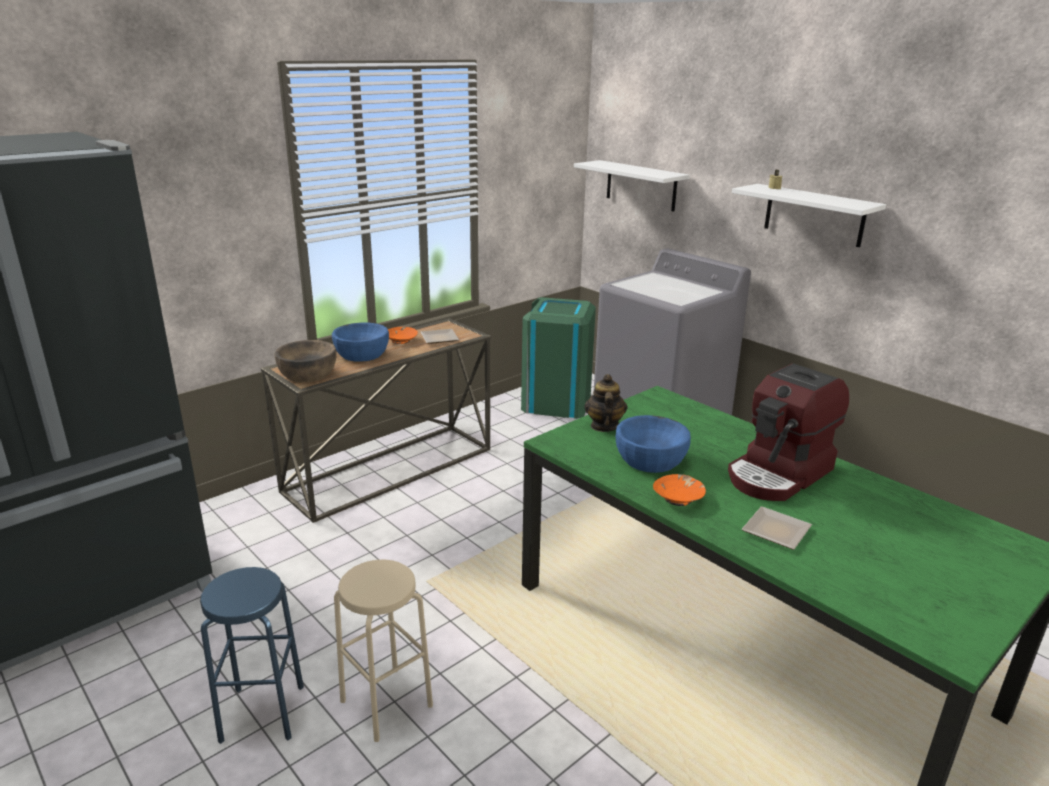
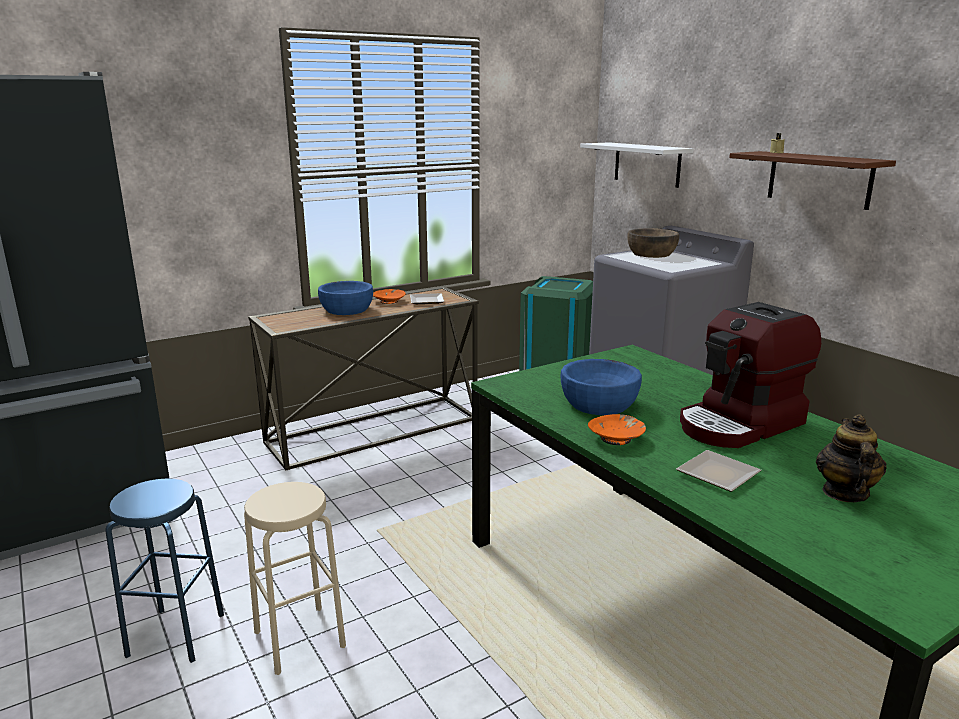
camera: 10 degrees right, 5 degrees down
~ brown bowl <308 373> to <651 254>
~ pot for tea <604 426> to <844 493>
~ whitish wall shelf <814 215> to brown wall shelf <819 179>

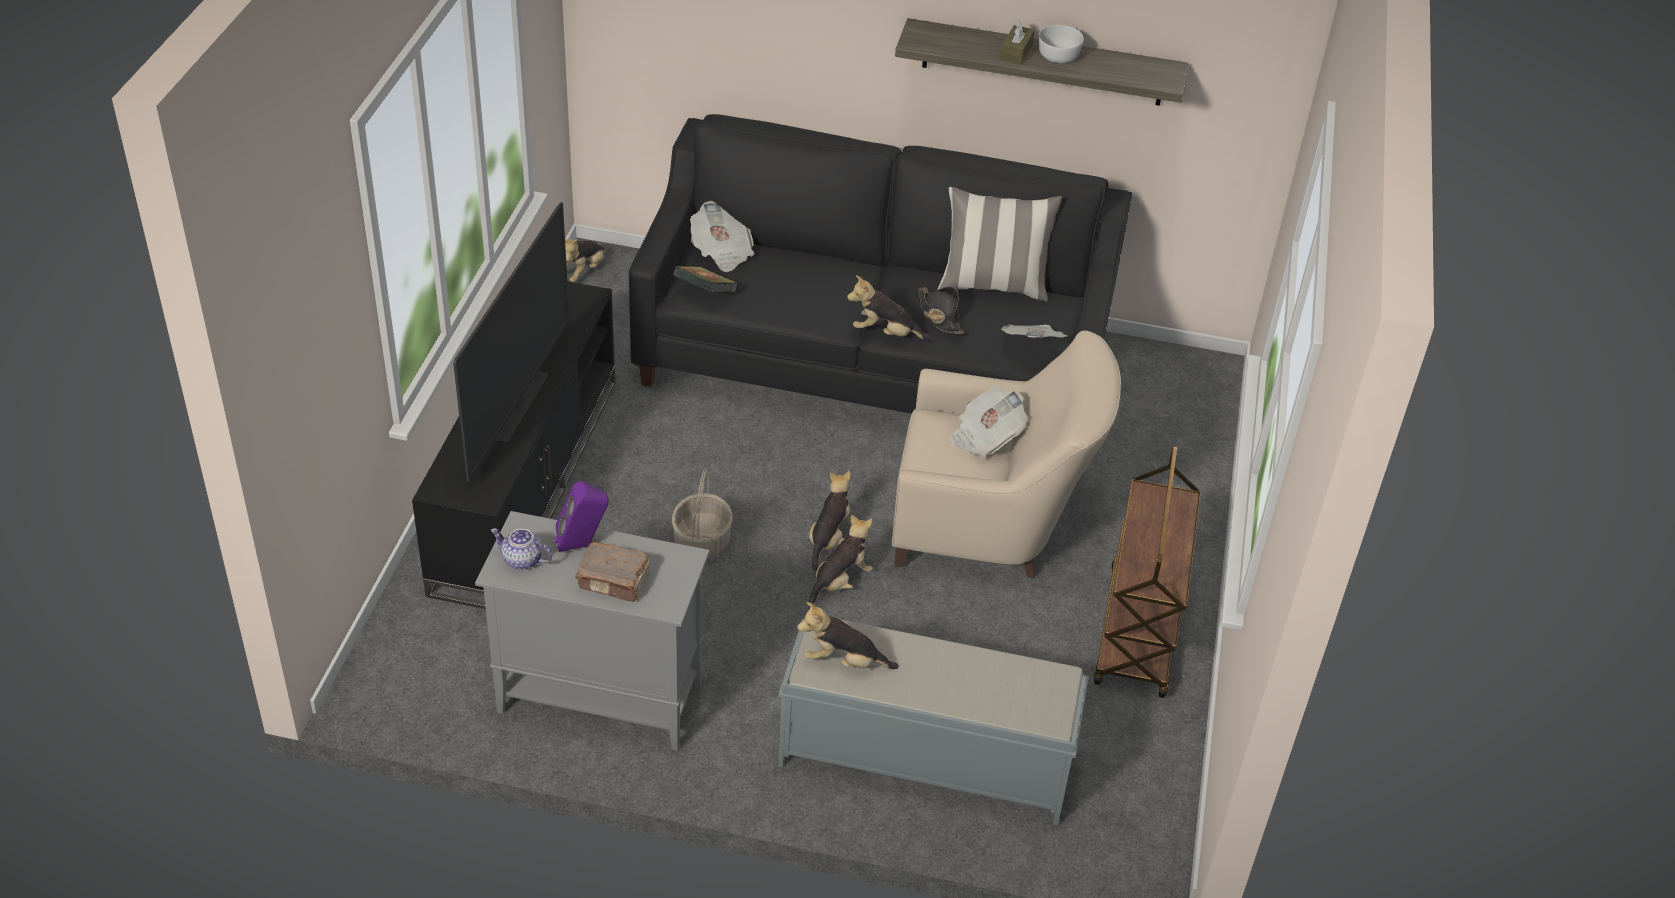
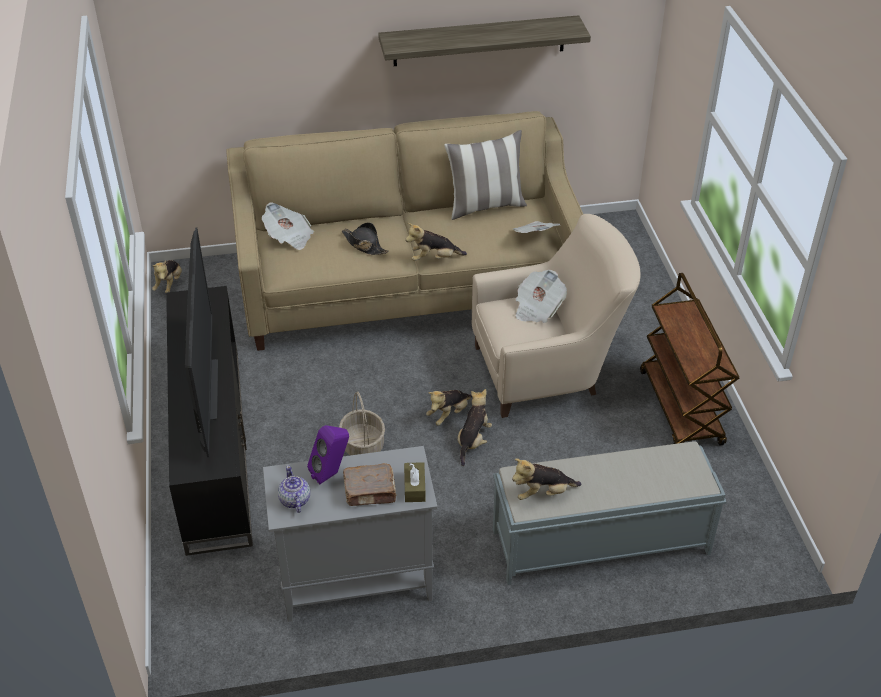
camera: 20 degrees left, 0 degrees up
~ pot for tea <523 560> = <294 500> 75 degrees clockwise
~ black sofa <874 361> to sand-coloured sofa <407 284>
- bound book <705 293>
~ soft toy <830 539> = <449 414> 135 degrees counterclockwise
~ black wearable hat <939 315> to <364 245>
~ brown box of tissues <1016 52> to <414 487>
- whitish bowl <1057 55>

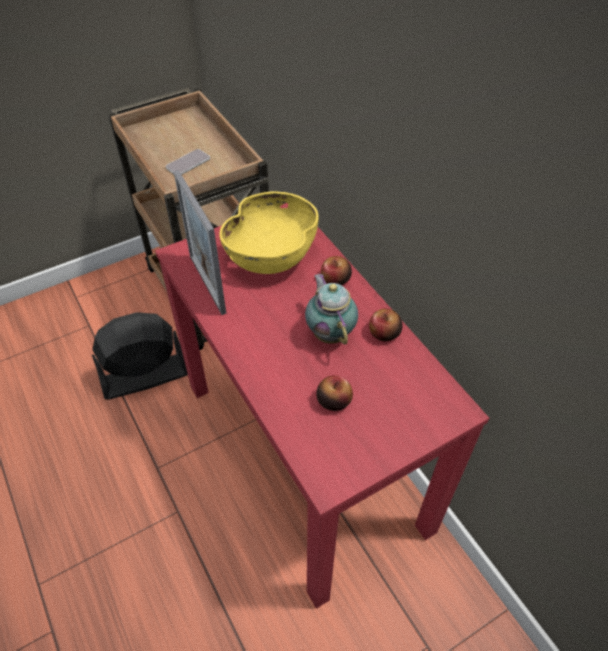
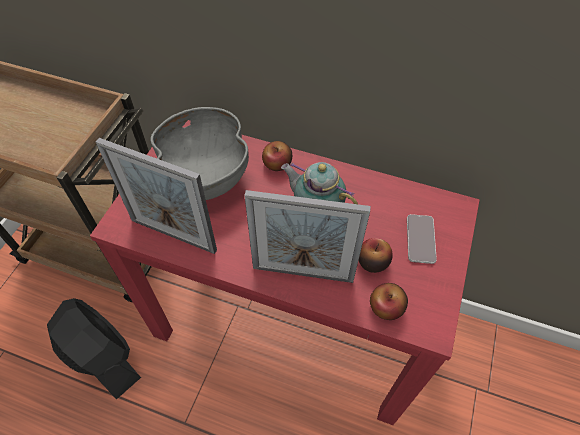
camera: 40 degrees left, 5 degrees up
~ black fan <144 376> = <103 357> 105 degrees clockwise
~ telephone <188 163> to <420 239>
~ yellow-coloured bowl <272 255> to grey bowl <205 175>
~ whole apple <384 333> to <386 307>
+ photo frame <303 273>

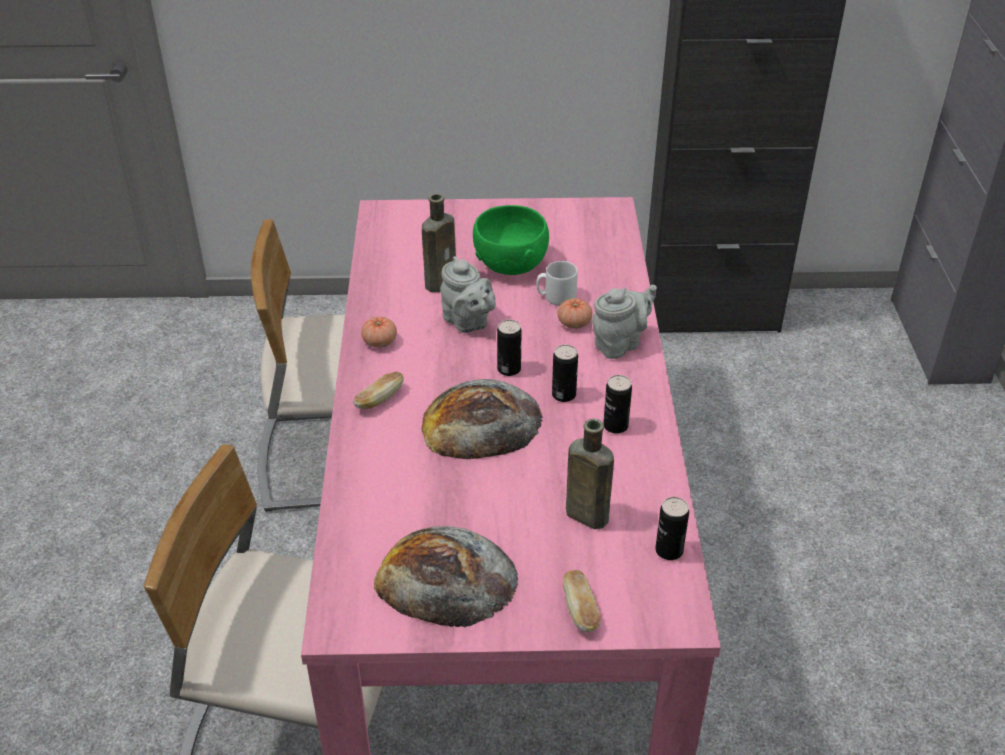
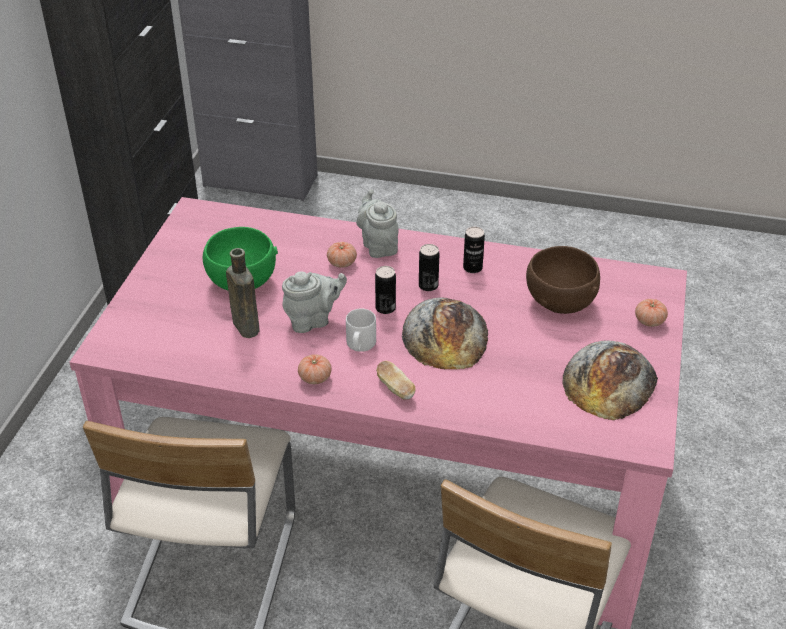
camera: 75 degrees left, 0 degrees up
~ whitish coffee mug <556 297> to <360 345>
~ baked bread <580 610> to tomato <649 321>
~ brown drink bottle <584 514> to brown bowl <560 301>
- metal can <669 550>

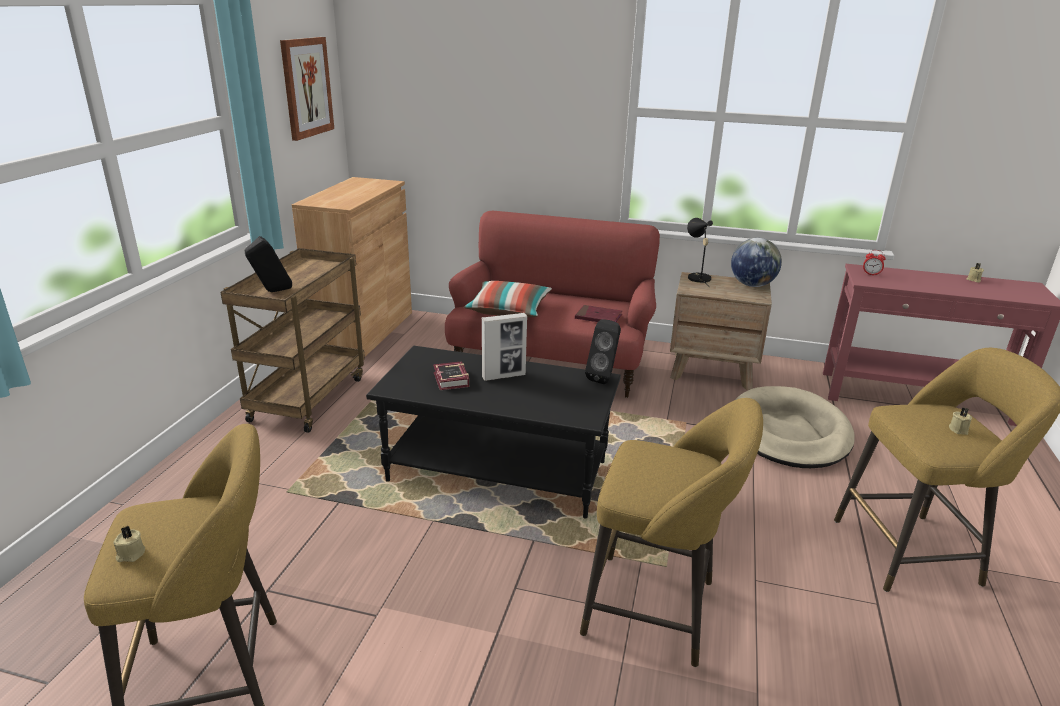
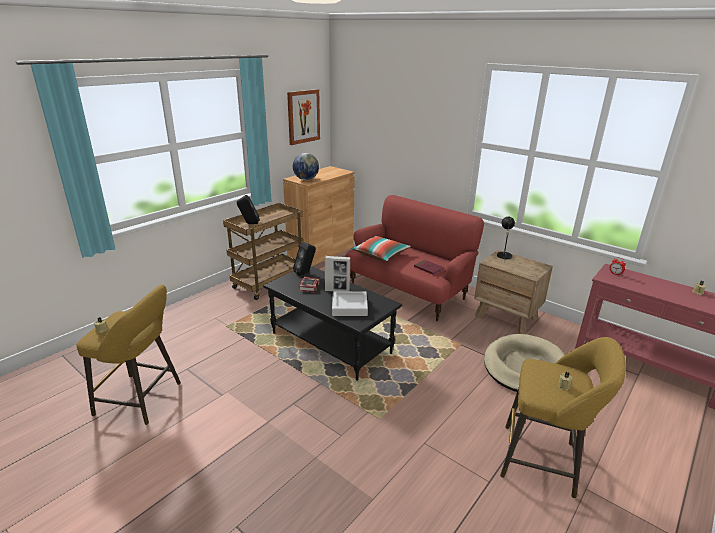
camera: 25 degrees right, 0 degrees up
- yellow-coloured stool <658 610>
~ black audio speaker <604 377> to <305 273>
~ globe <752 285> to <306 179>
+ grey carrying tray <349 307>

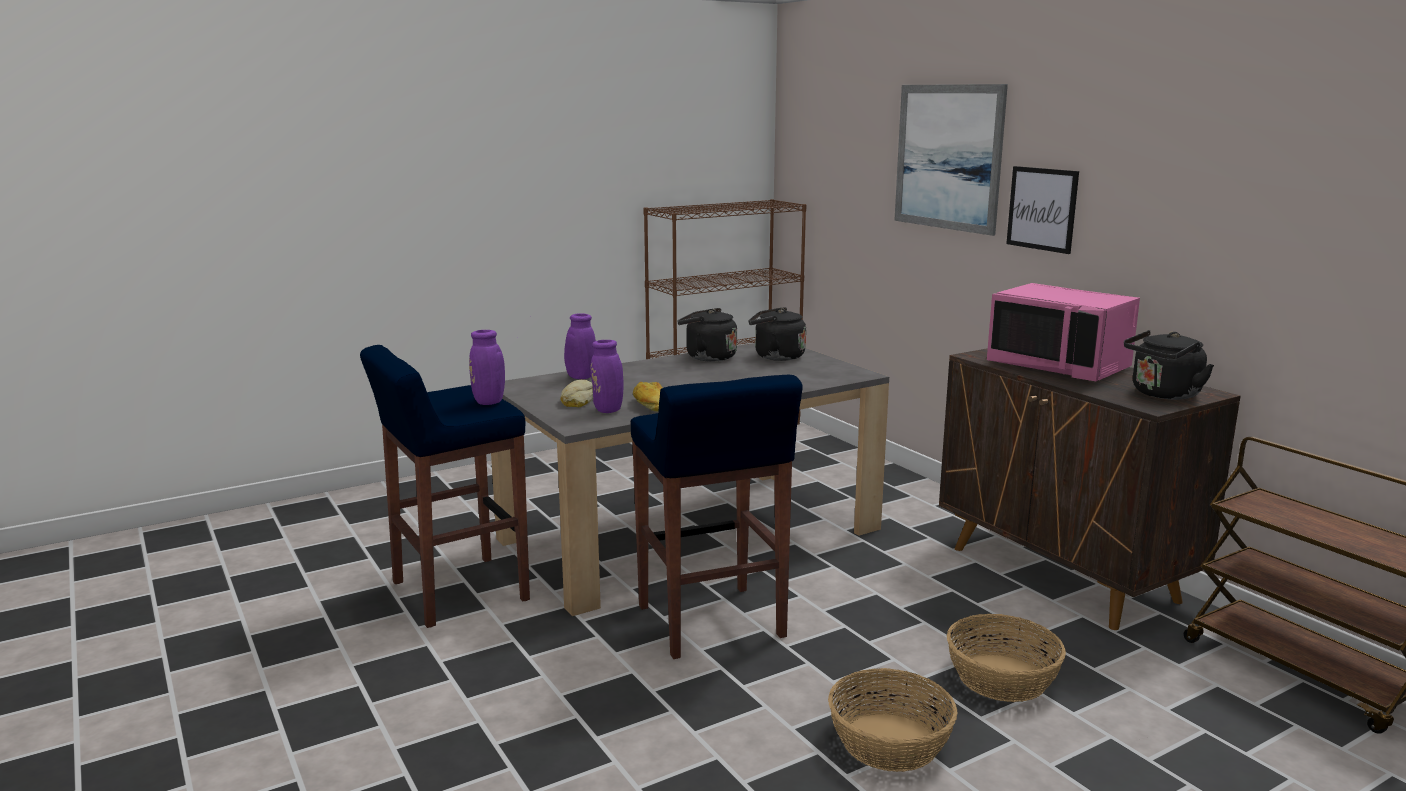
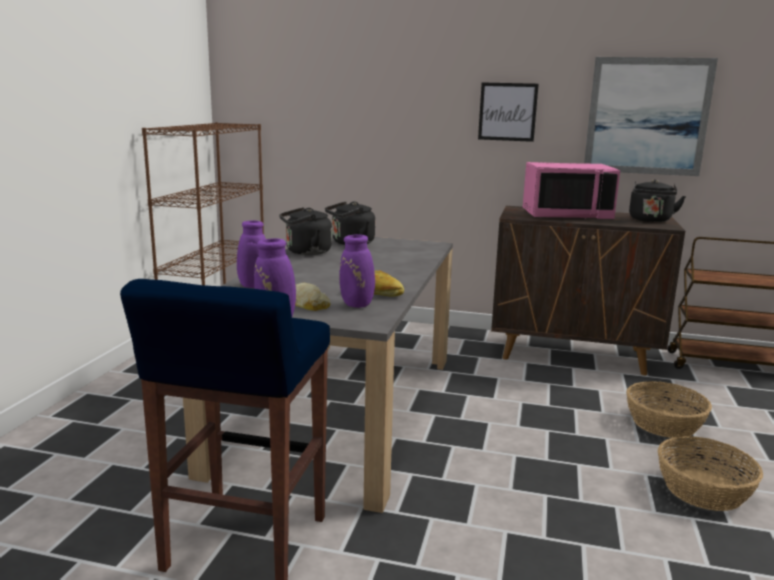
camera: 45 degrees left, 0 degrees up
- blue stool <711 623>
~ wall art <948 157> to <647 116>

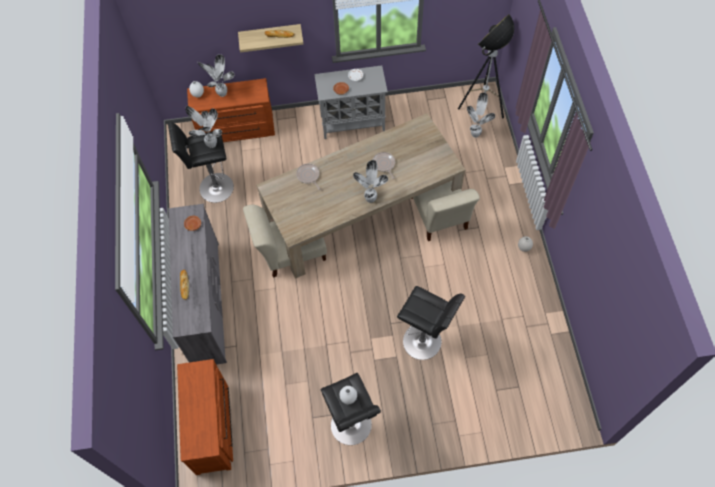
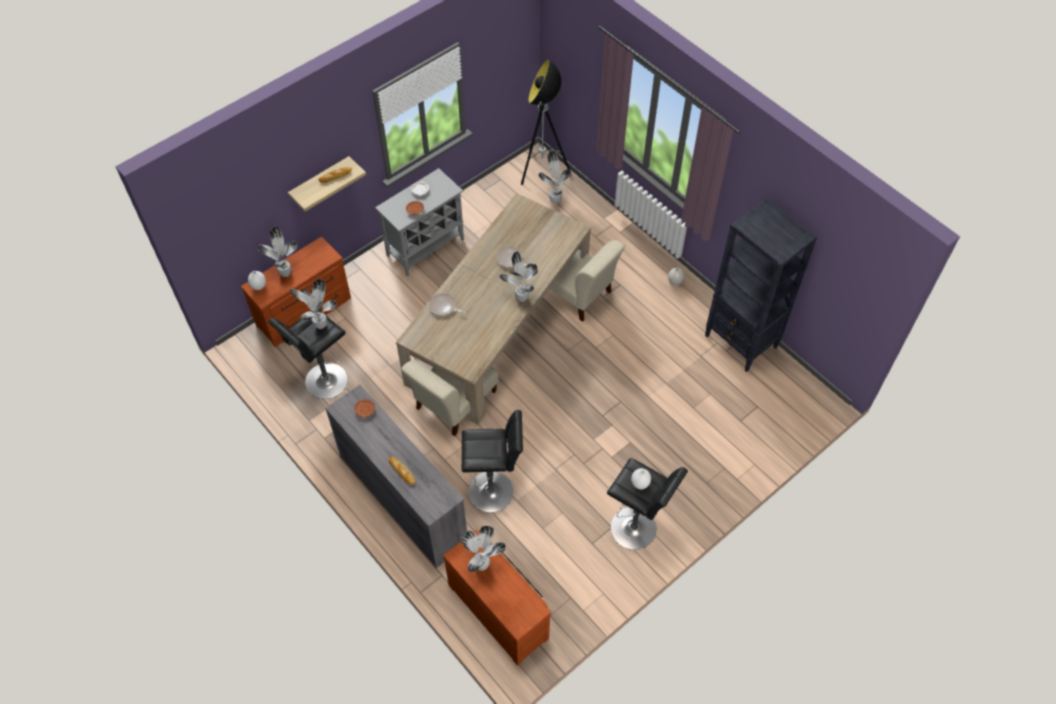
camera: 35 degrees left, 5 degrees down
~ black stool <425 342> to <494 491>
+ plant in a pot <482 566>
+ black bookcase <741 342>

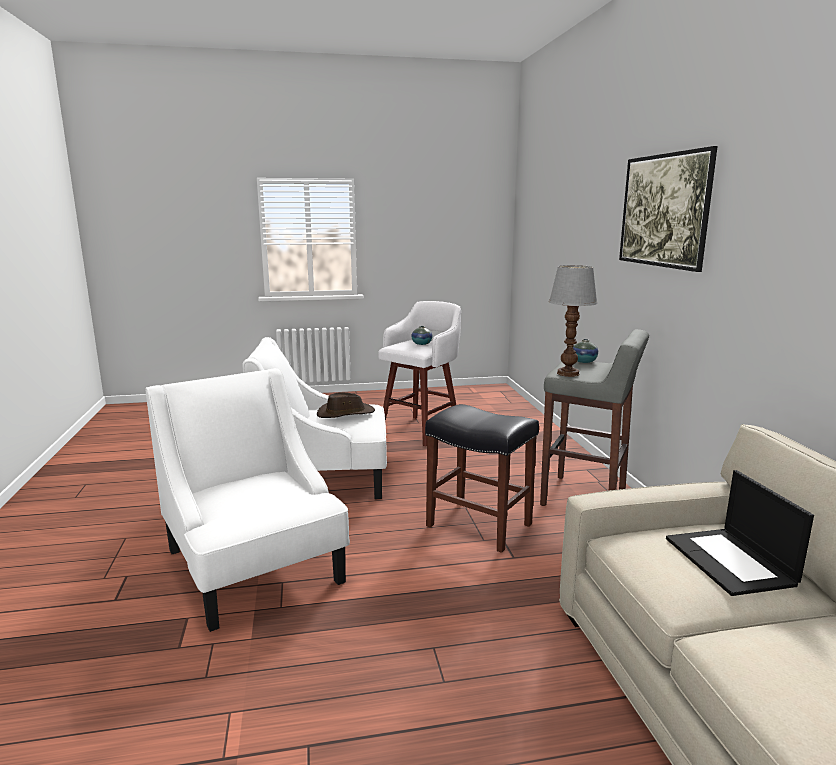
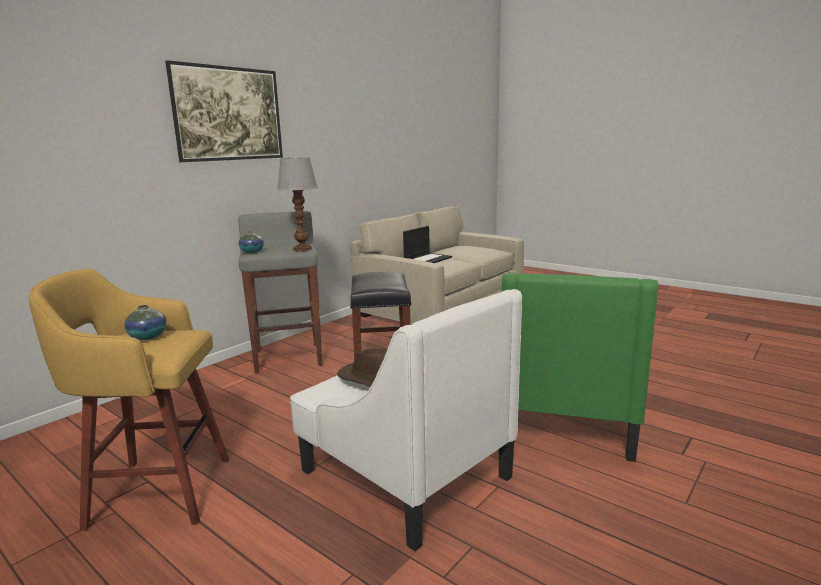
camera: 130 degrees left, 0 degrees up
~ whitish easy chair <254 566> to green easy chair <566 415>
~ whitish stool <421 430> to yellow-coloured stool <156 491>

